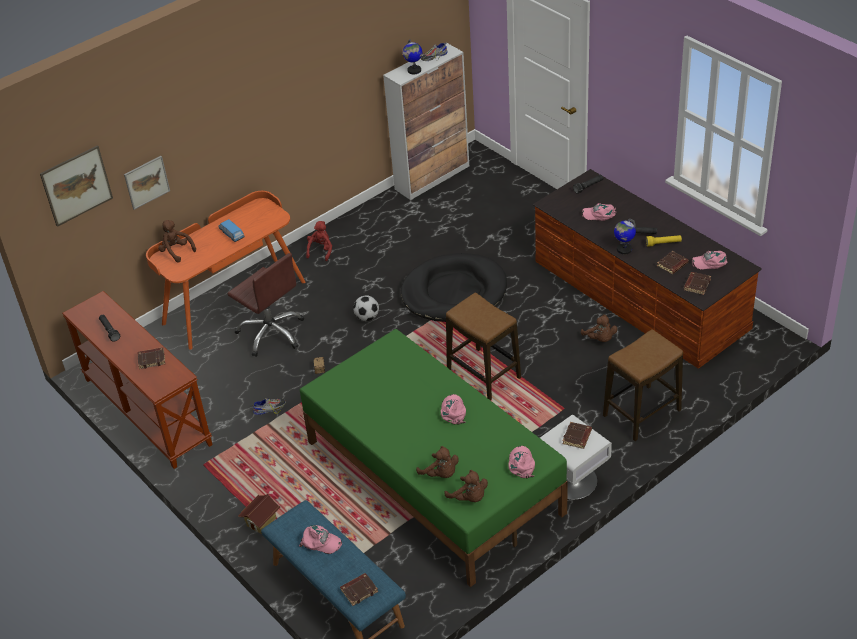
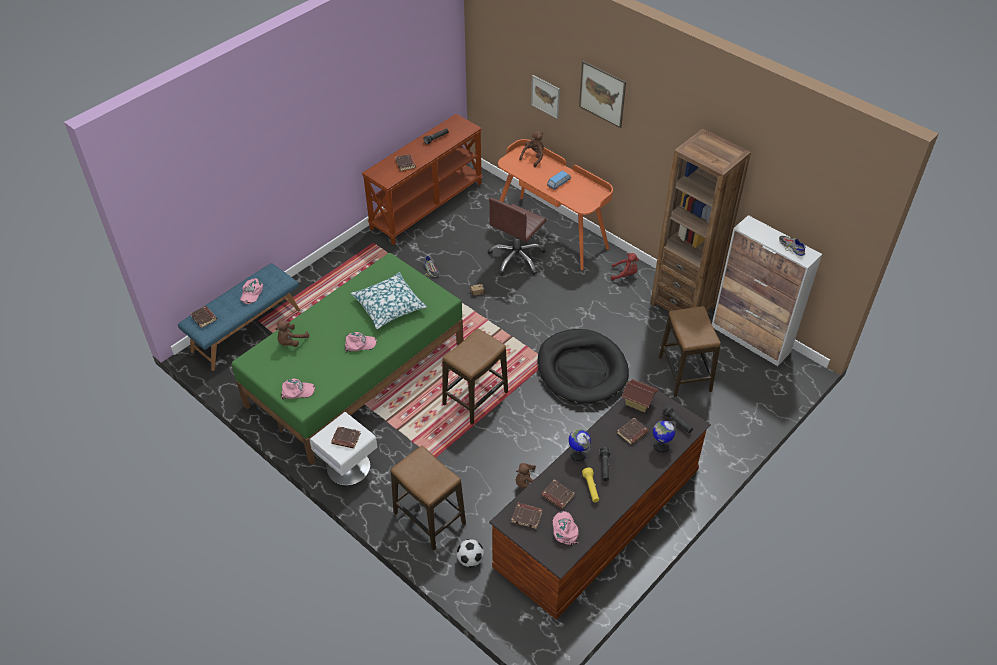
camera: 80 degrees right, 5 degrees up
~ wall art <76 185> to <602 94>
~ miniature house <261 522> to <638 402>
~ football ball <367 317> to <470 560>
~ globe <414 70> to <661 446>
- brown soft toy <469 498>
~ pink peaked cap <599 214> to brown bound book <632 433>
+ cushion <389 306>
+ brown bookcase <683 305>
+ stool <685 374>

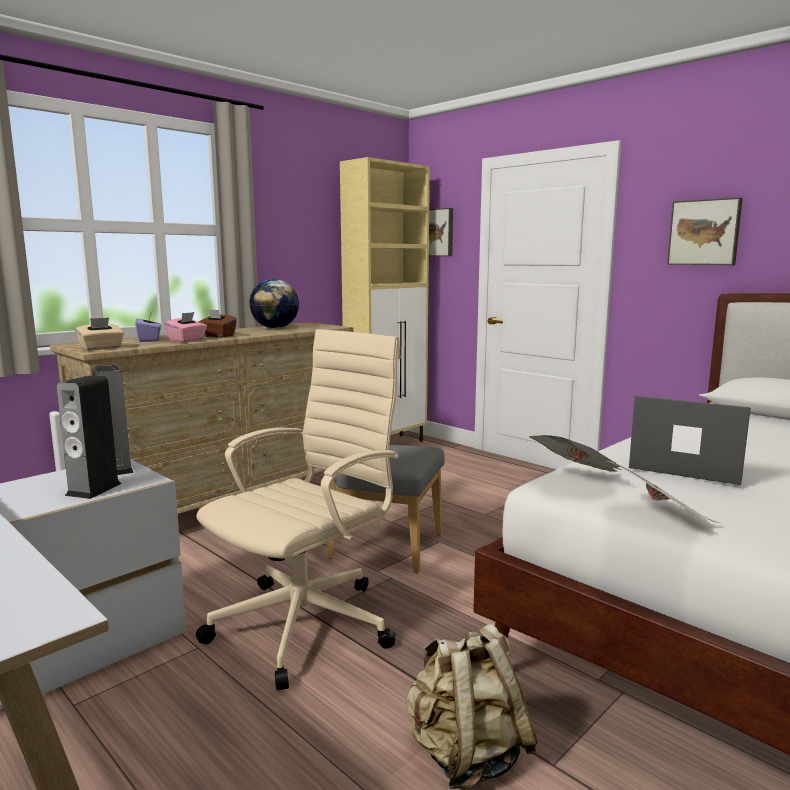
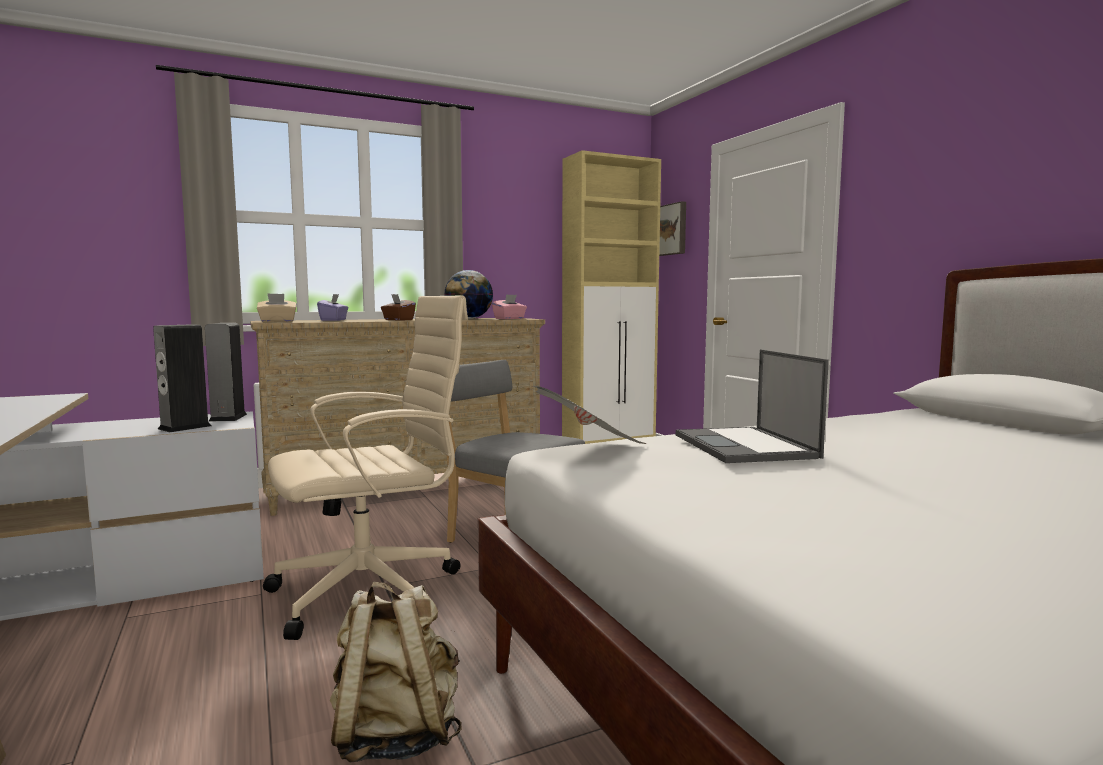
camera: 20 degrees right, 5 degrees down
~ pink box of tissues <187 340> to <509 319>
- printed paper <659 520>
~ notebook computer <685 465> = <745 446> 150 degrees counterclockwise
- wall art <704 232>

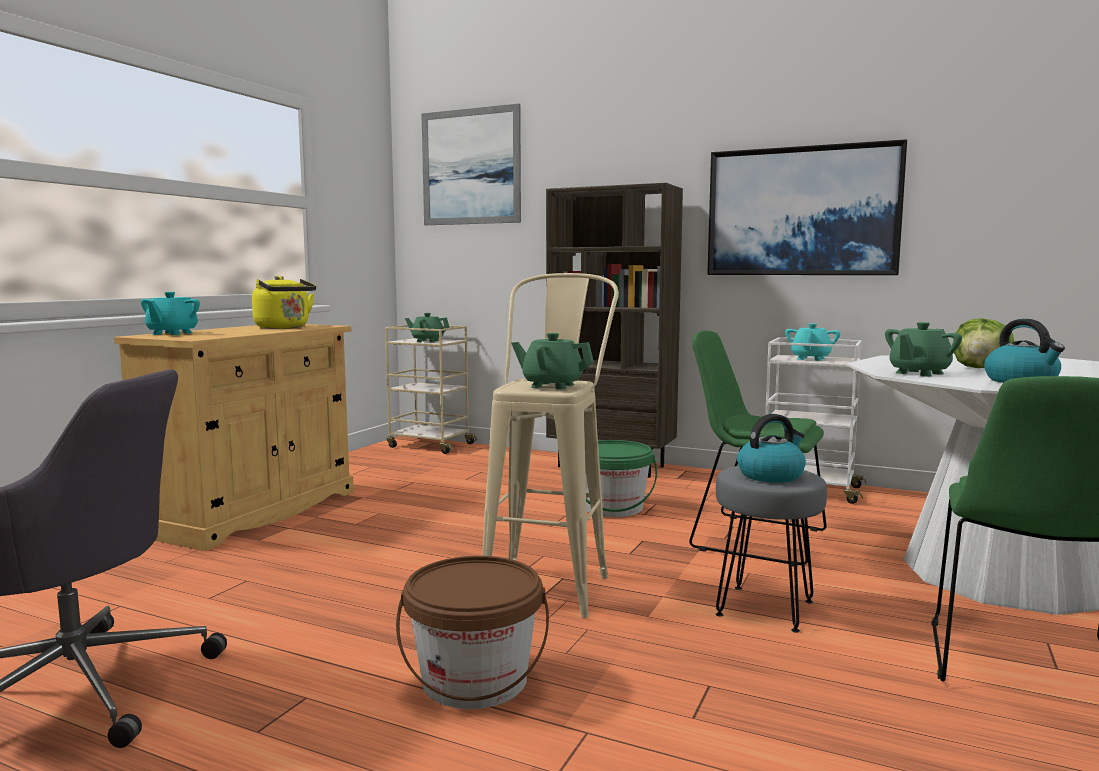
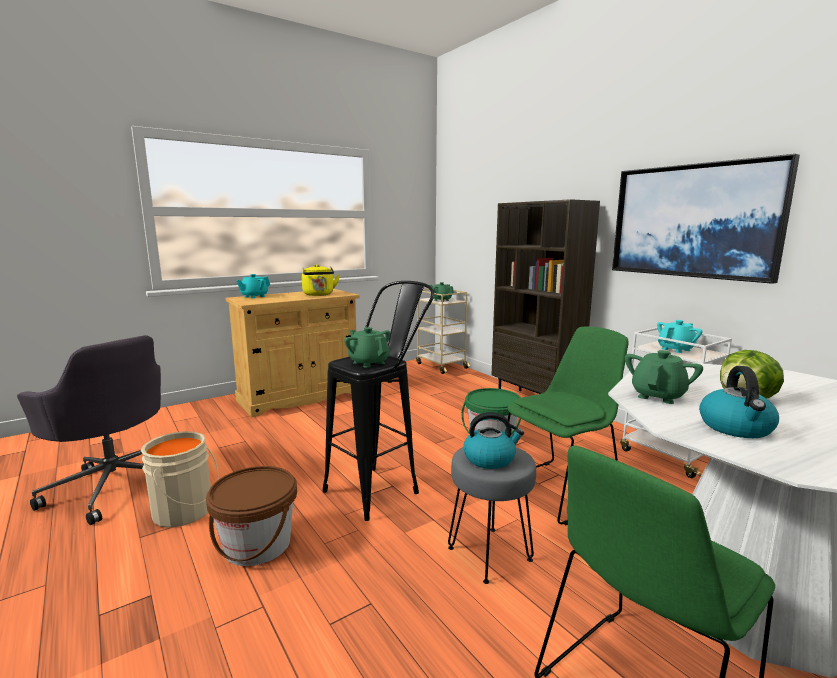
camera: 30 degrees right, 5 degrees up
- wall art <471 167>
~ sand-coloured stool <551 582> to black stool <381 487>
~ green upright chair <753 538> = <560 489> 90 degrees clockwise
~ green pot for tea <919 373> = <658 396> 135 degrees clockwise
+ sand-coloured bucket <186 511>

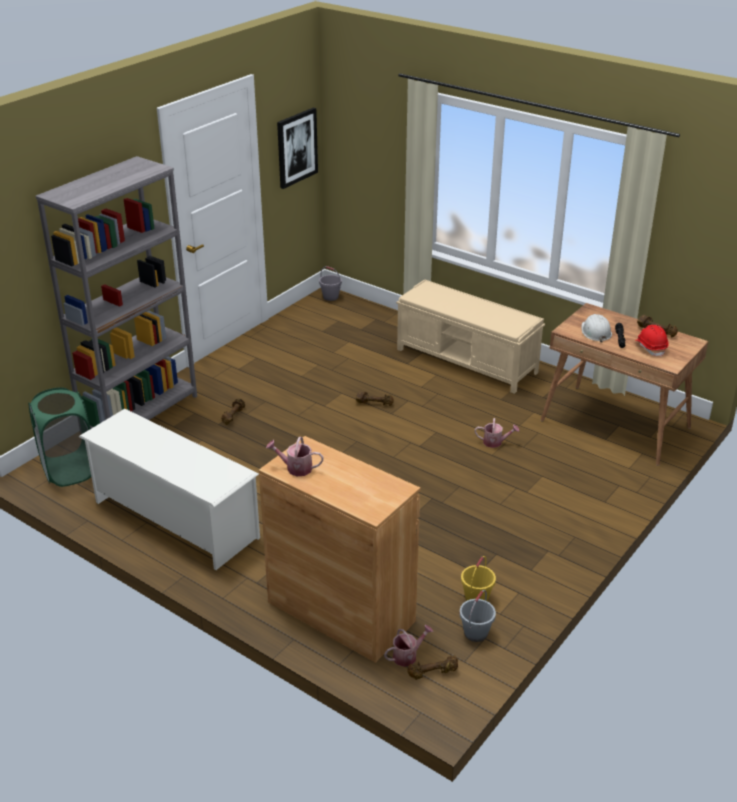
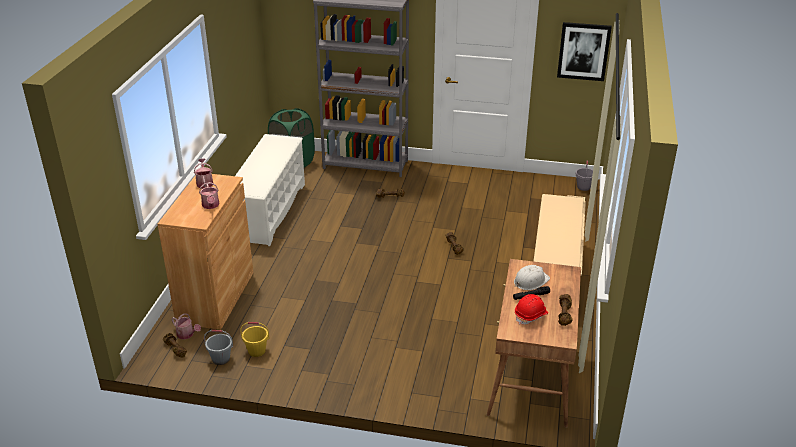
camera: 65 degrees right, 0 degrees up
~ watering can <495 442> to <211 206>

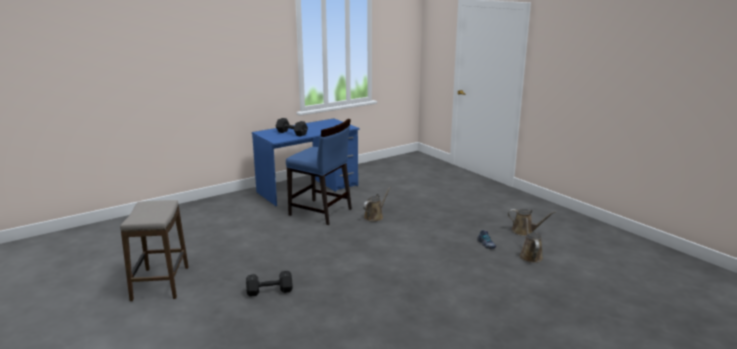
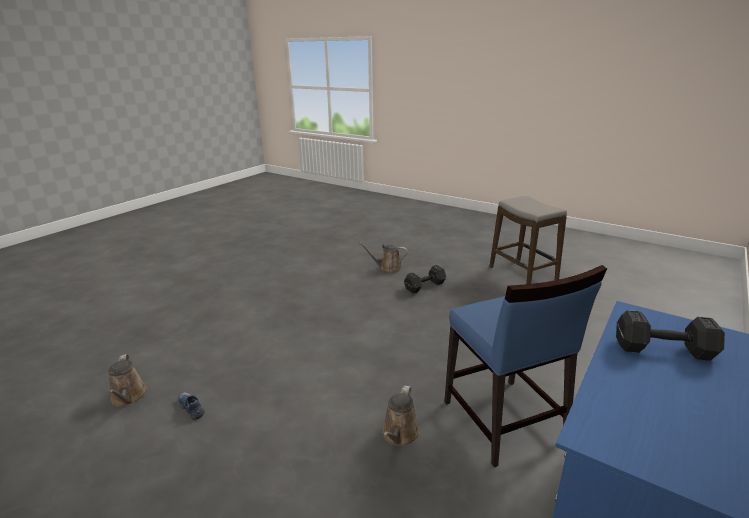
camera: 160 degrees right, 5 degrees up
~ blue upright chair <320 212> = <503 421> 120 degrees counterclockwise
~ brown watering can <524 231> to <388 268>

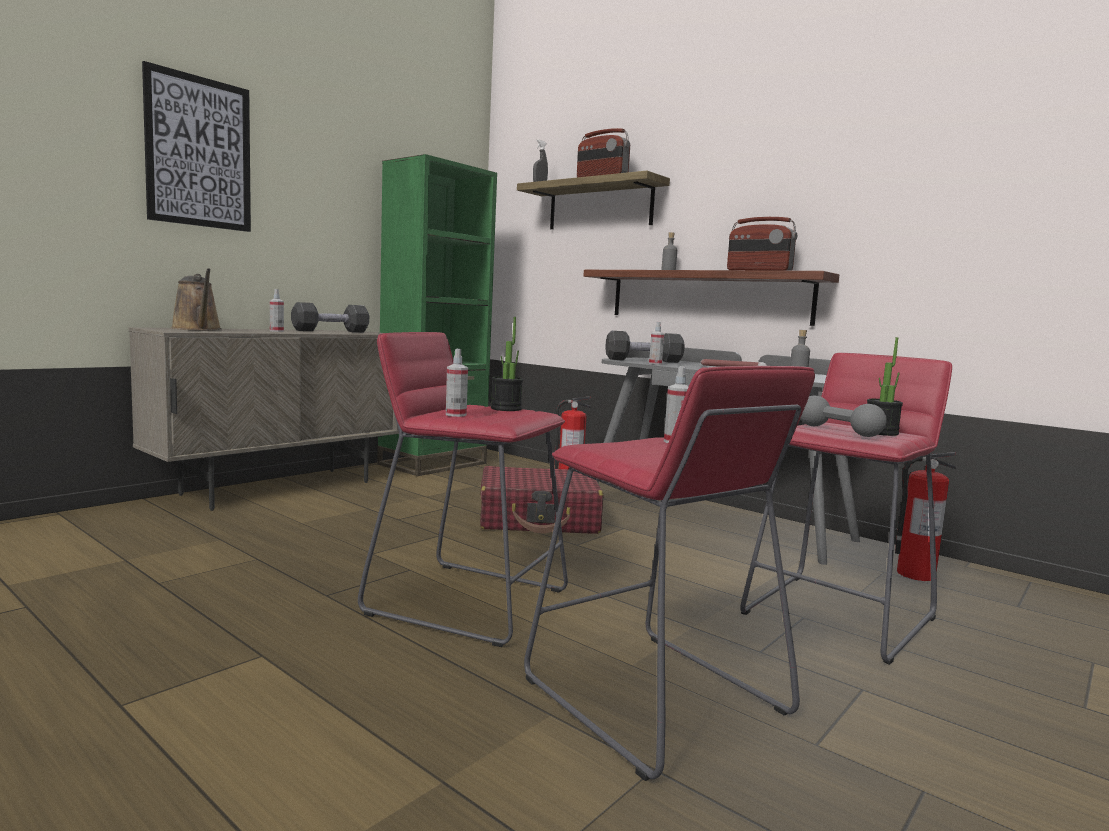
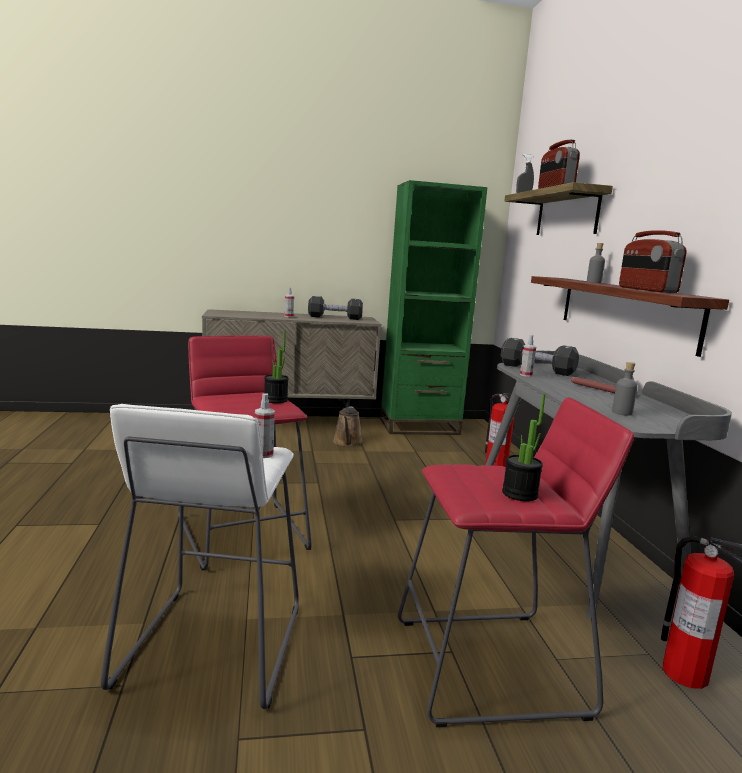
camera: 40 degrees right, 5 degrees up
- wall art <199 152>
~ brown watering can <197 329> to <347 442>
- spray bottle <456 415>
- red suitcase <539 519>
~ red stool <653 698> to whitish stool <212 646>
- grey dumbbell <838 431>

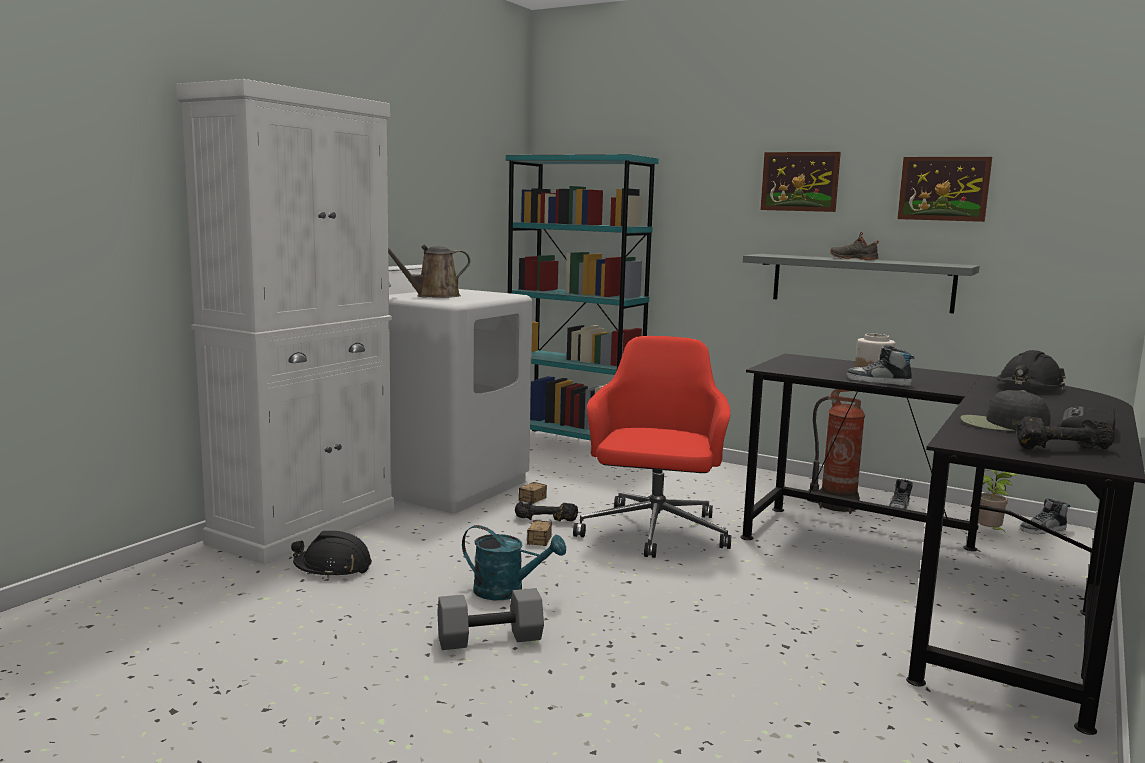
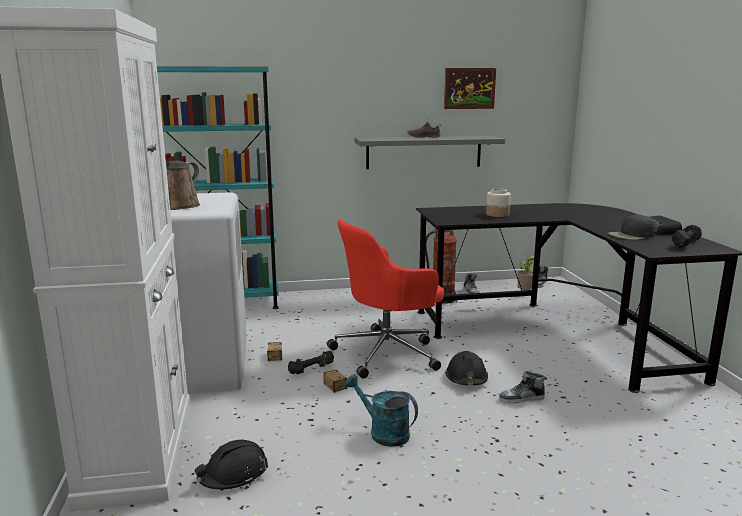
camera: 40 degrees left, 5 degrees up
- grey dumbbell <490 638>
~ turquoise watering can <507 591> = <383 433> 120 degrees counterclockwise
~ red office chair <654 533> = <388 353> 90 degrees counterclockwise
- wall art <799 181>
~ shoe <878 381> to <521 398>
~ black safety helmet <1029 387> to <466 378>

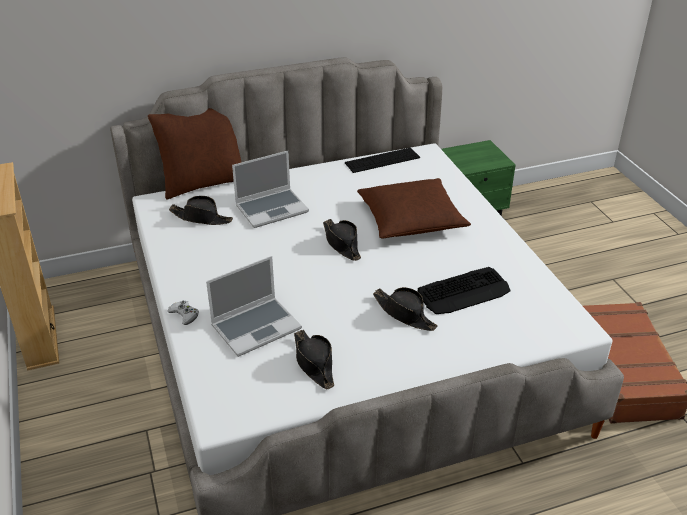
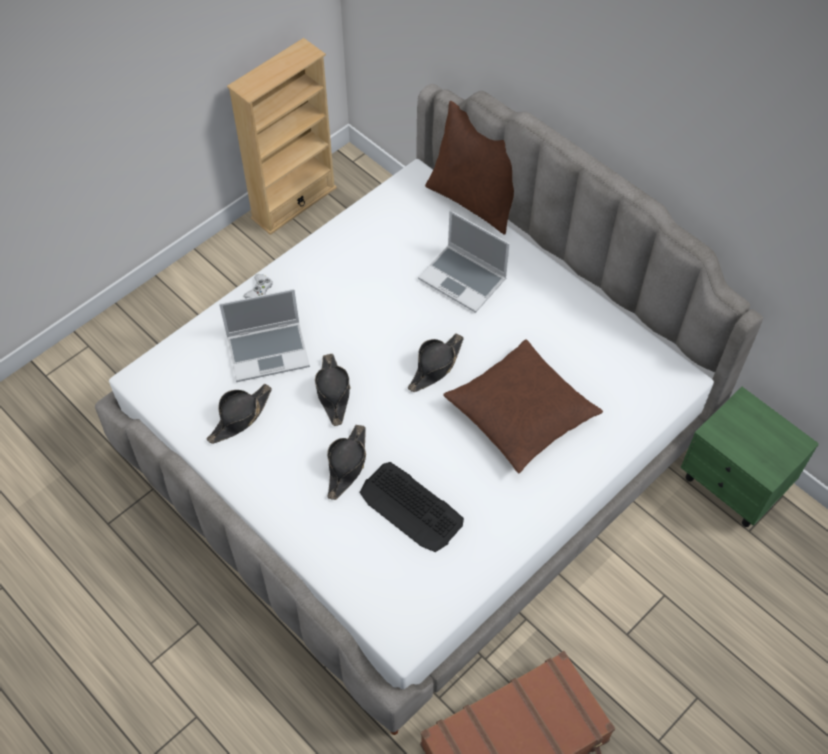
camera: 65 degrees right, 20 degrees up
~ black wearable hat <201 218> to <333 392>
~ notebook computer <256 326> = <269 351> 45 degrees counterclockwise
- computer keyboard <382 160>

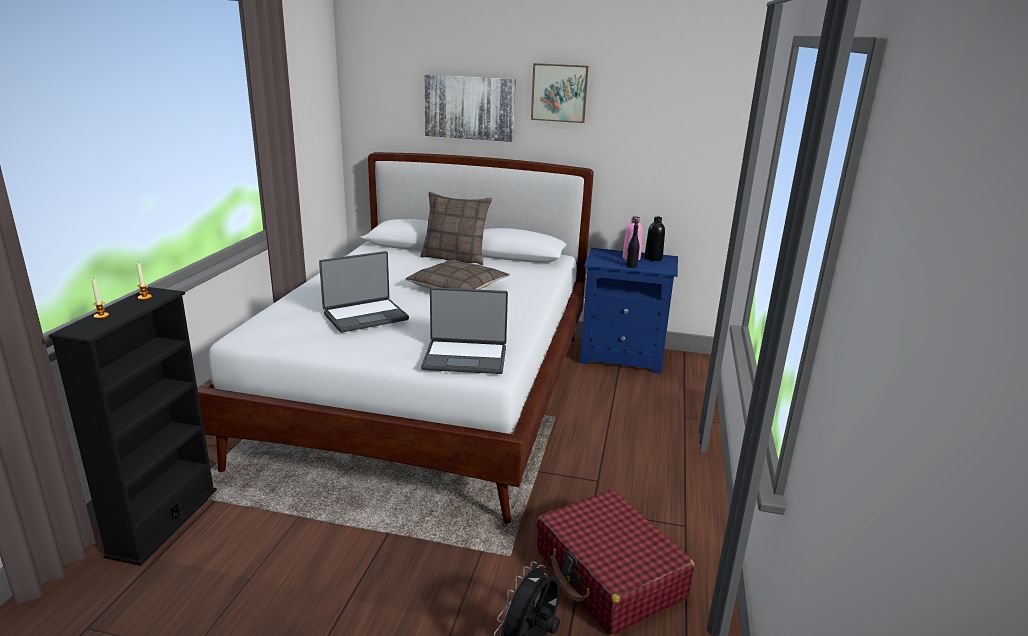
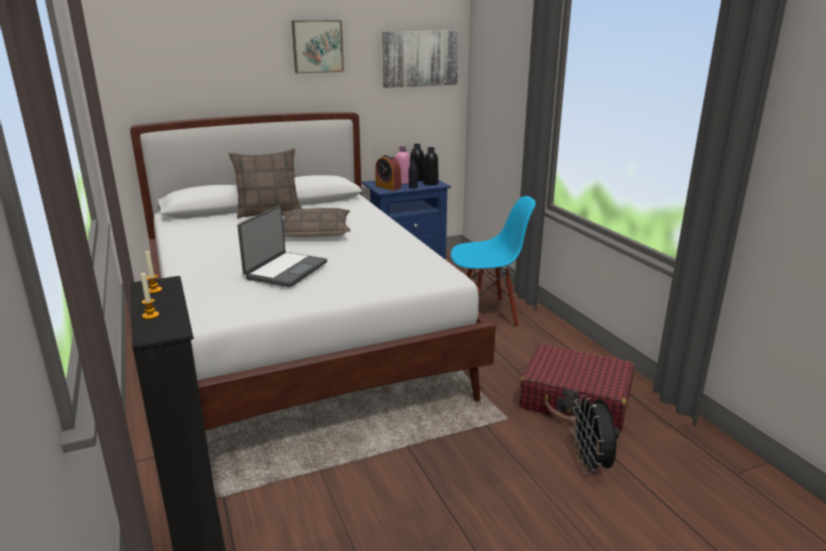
camera: 35 degrees left, 0 degrees up
- notebook computer <465 358>
~ wall art <470 107> to <420 58>
+ table clock <388 187>
+ black drink bottle <430 183>
+ blue upright chair <486 315>

